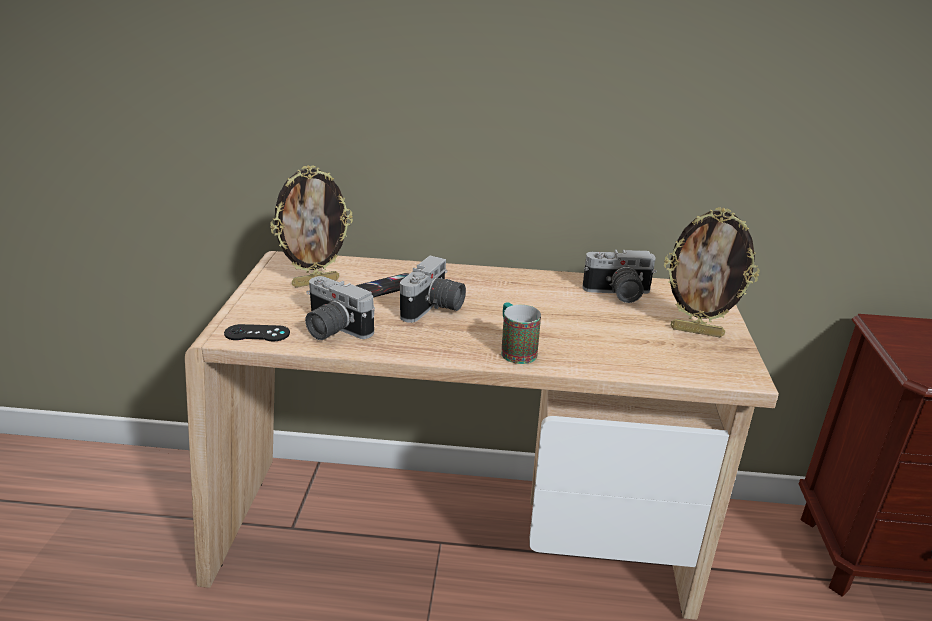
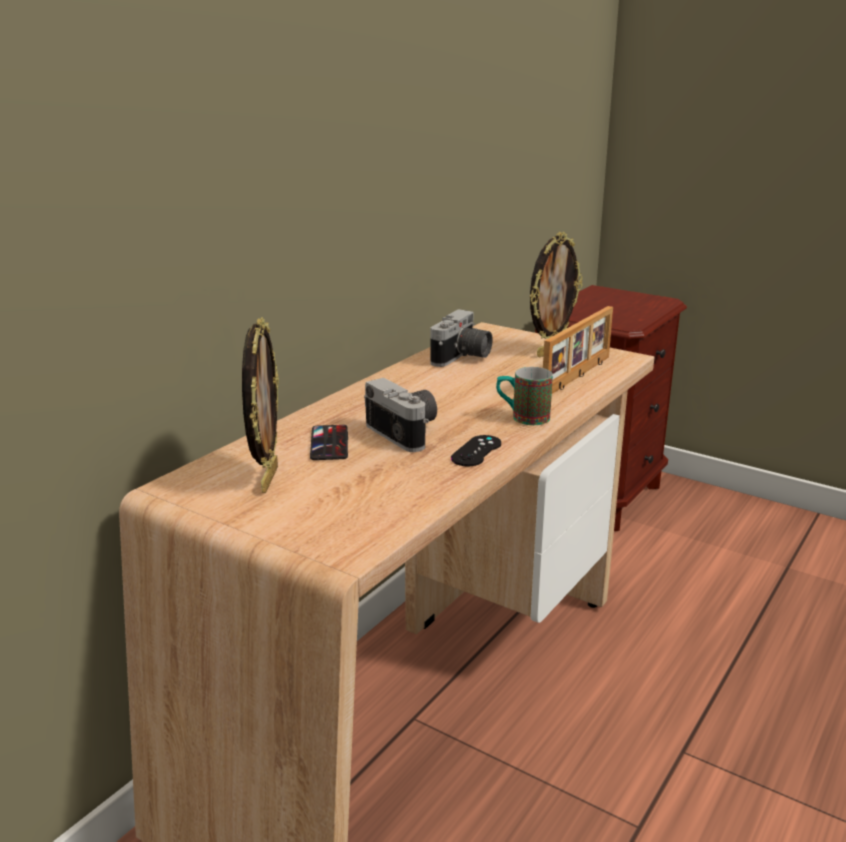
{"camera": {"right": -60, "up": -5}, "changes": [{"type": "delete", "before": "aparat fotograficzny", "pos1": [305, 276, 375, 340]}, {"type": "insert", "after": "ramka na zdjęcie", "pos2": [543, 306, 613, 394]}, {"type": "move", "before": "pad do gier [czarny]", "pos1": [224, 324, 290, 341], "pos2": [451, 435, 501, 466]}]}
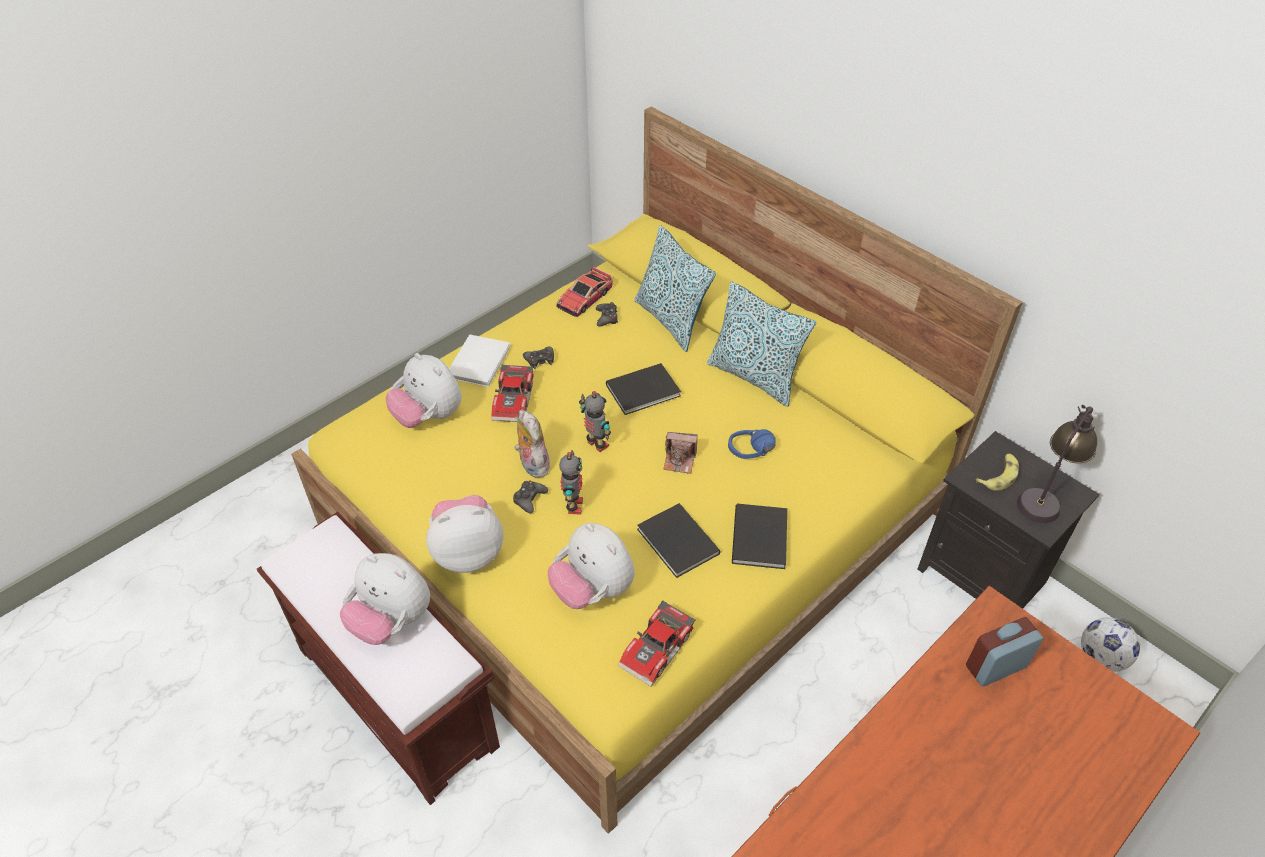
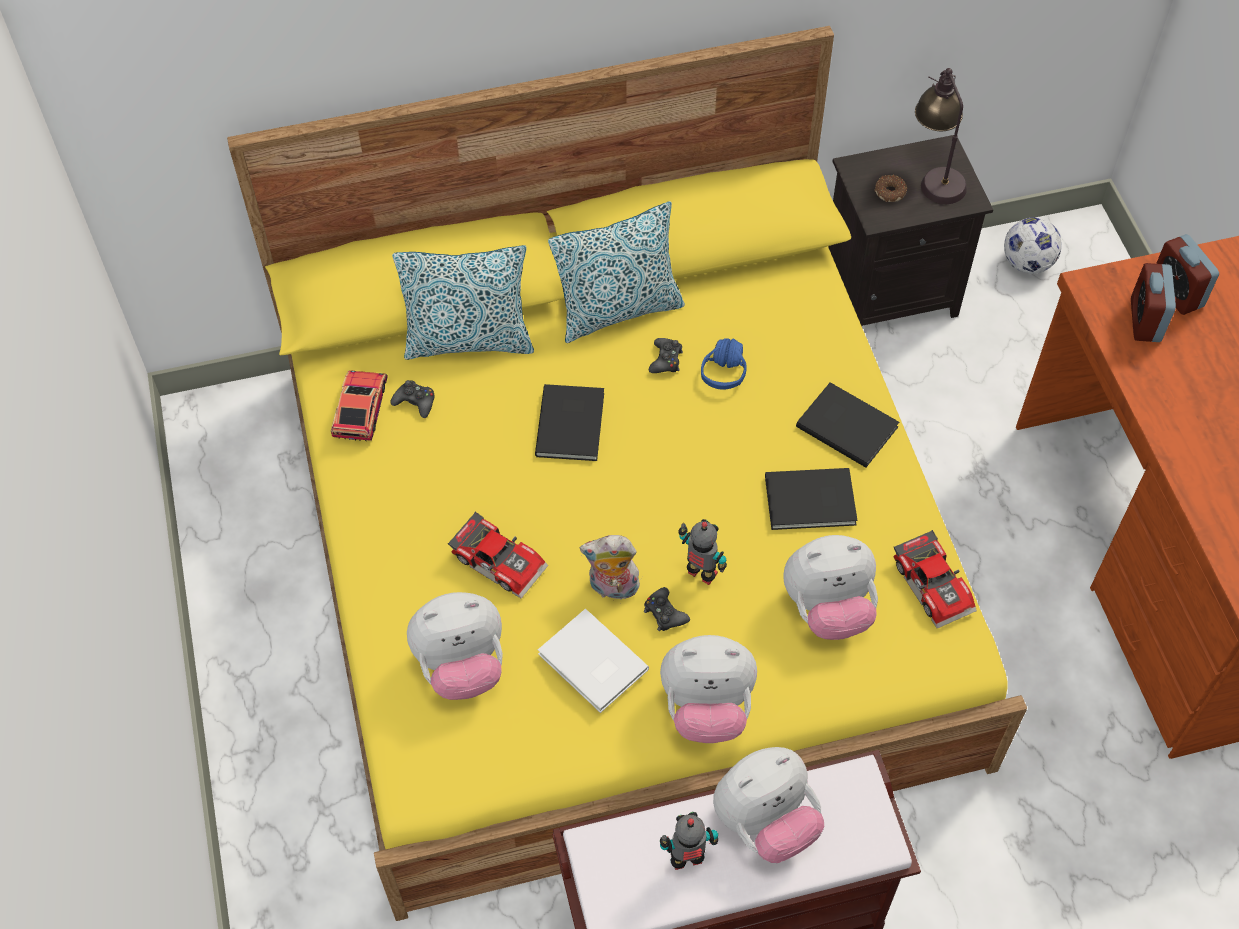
{"camera": {"right": -60, "up": 10}, "changes": [{"type": "delete", "before": "aparat fotograficzny", "pos1": [663, 432, 697, 474]}, {"type": "insert", "after": "budzik", "pos2": [1156, 234, 1219, 315]}, {"type": "move", "before": "książka [biały]", "pos1": [449, 334, 511, 387], "pos2": [538, 608, 649, 713]}, {"type": "move", "before": "pad do gier [czarny]", "pos1": [523, 346, 554, 369], "pos2": [649, 338, 683, 373]}, {"type": "move", "before": "robot zabawkowy", "pos1": [579, 391, 611, 452], "pos2": [660, 812, 718, 870]}, {"type": "replace", "before": "banan", "after": "donut", "pos1": [976, 453, 1019, 491], "pos2": [875, 175, 907, 202]}, {"type": "rotate", "before": "pluszak", "pos1": [426, 495, 503, 573], "pos2": [660, 635, 757, 743], "turn": -105}, {"type": "rotate", "before": "samochodzik", "pos1": [556, 267, 612, 317], "pos2": [331, 370, 388, 441], "turn": -150}]}
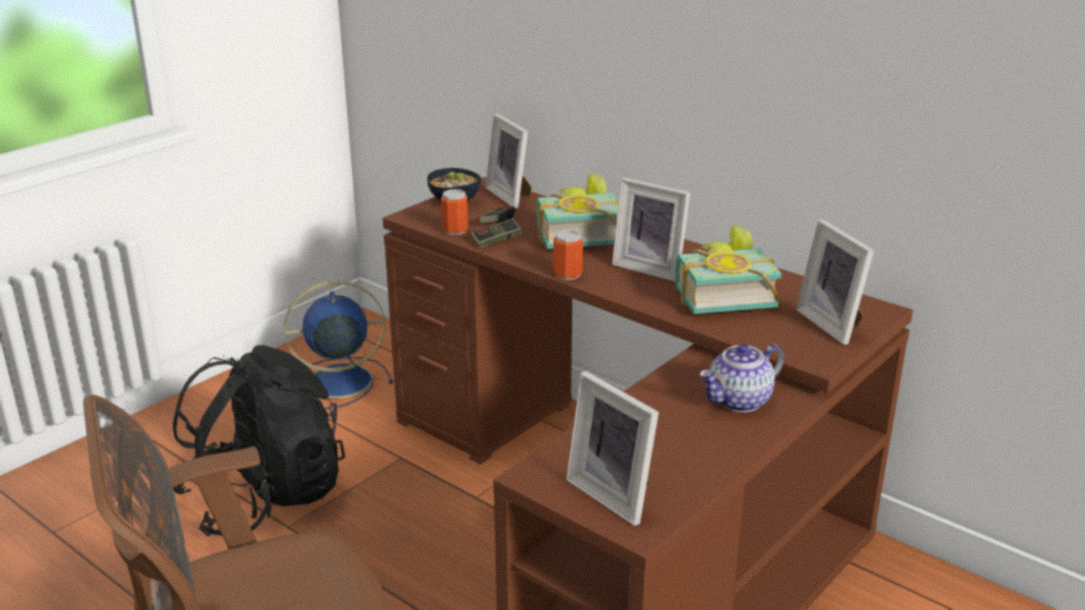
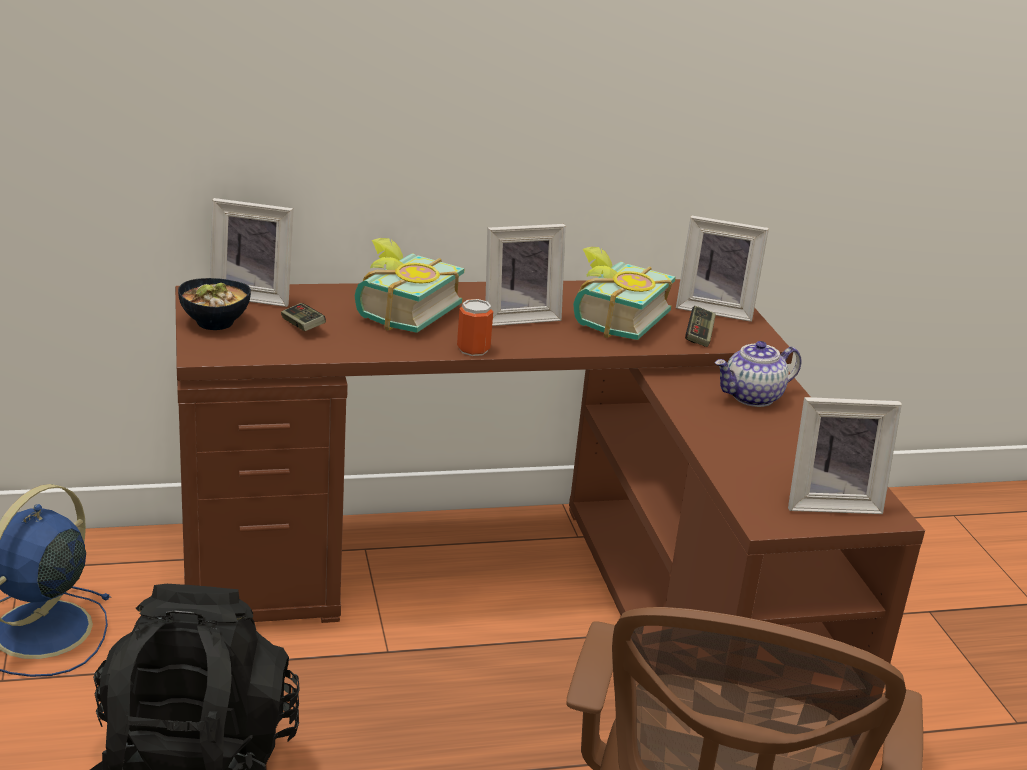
{"camera": {"right": -55, "up": 0}, "changes": [{"type": "delete", "before": "puszka", "pos1": [441, 189, 468, 235]}, {"type": "move", "before": "pad do gier", "pos1": [471, 218, 522, 248], "pos2": [685, 306, 716, 347]}, {"type": "rotate", "before": "imbryk", "pos1": [699, 344, 784, 412], "pos2": [715, 341, 801, 407], "turn": 60}]}
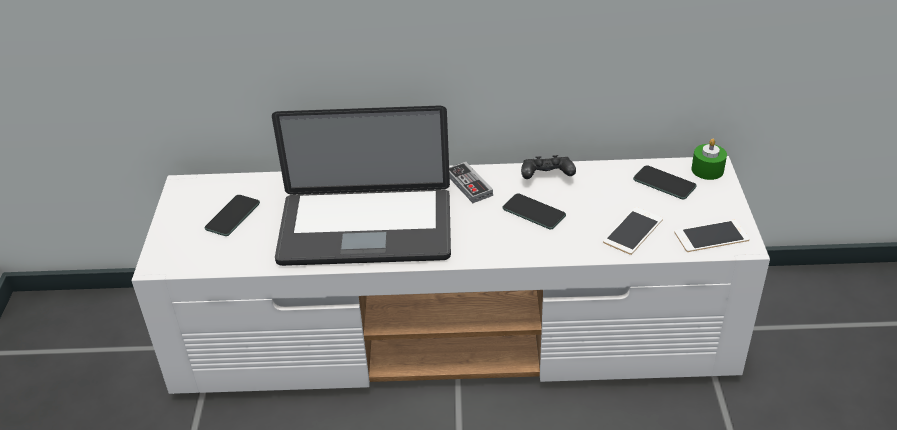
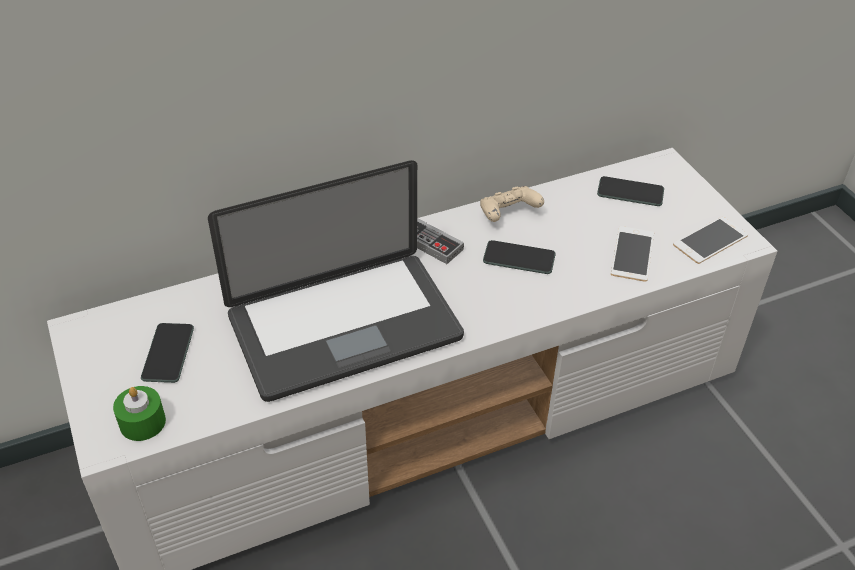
{"camera": {"right": -25, "up": 5}, "changes": [{"type": "move", "before": "świeca [zielony]", "pos1": [691, 139, 727, 180], "pos2": [113, 386, 166, 441]}, {"type": "recolor", "before": "pad do gier [czarny]", "after": "pad do gier [beżowy]", "pos1": [521, 155, 576, 179], "pos2": [480, 186, 544, 222]}]}
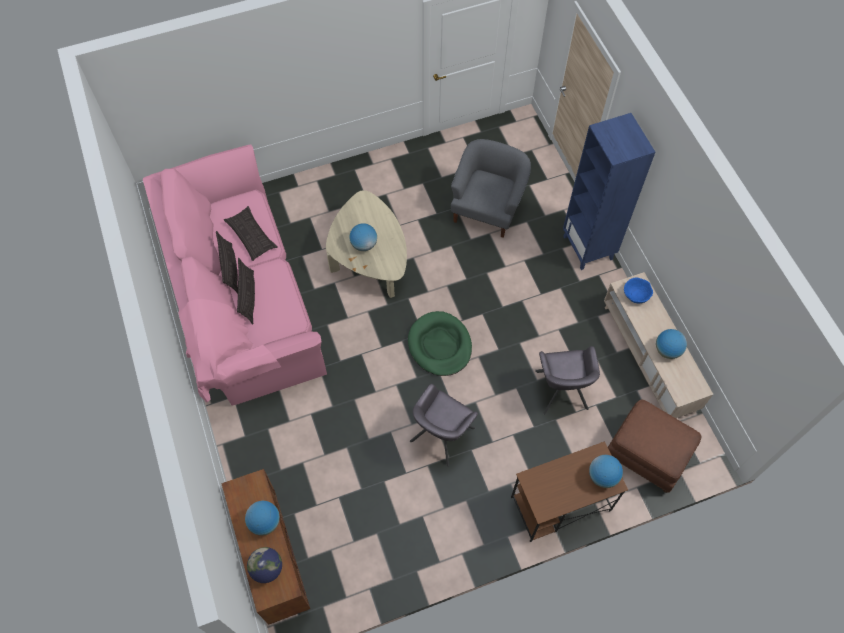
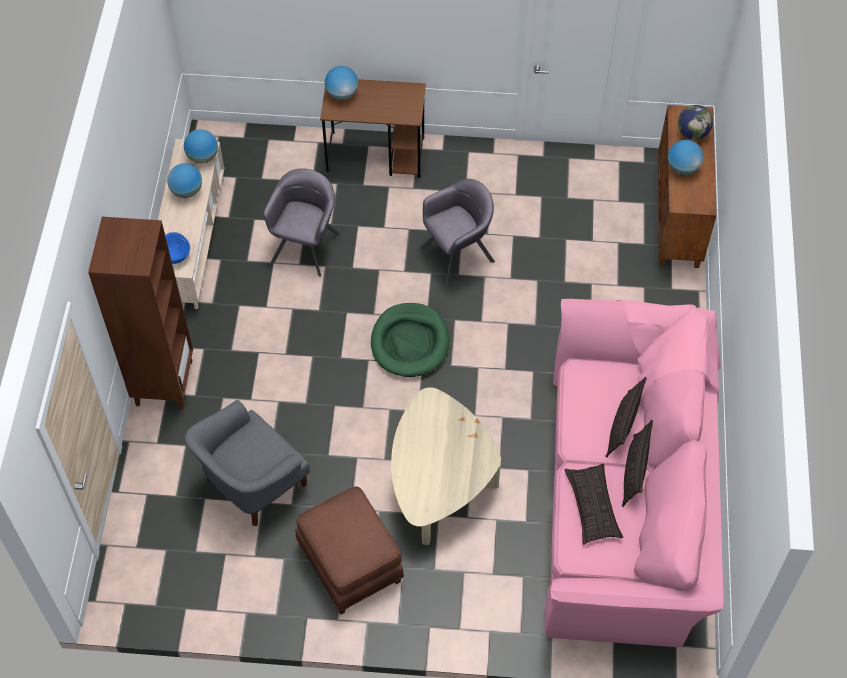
{"camera": {"right": -155, "up": -5}, "changes": [{"type": "move", "before": "globus", "pos1": [349, 223, 377, 251], "pos2": [184, 129, 218, 163]}, {"type": "move", "before": "pufa [brązowy]", "pos1": [608, 399, 701, 493], "pos2": [295, 486, 404, 614]}, {"type": "recolor", "before": "regał [niebieski]", "after": "regał [brązowy]", "pos1": [563, 113, 655, 270], "pos2": [88, 217, 193, 409]}]}
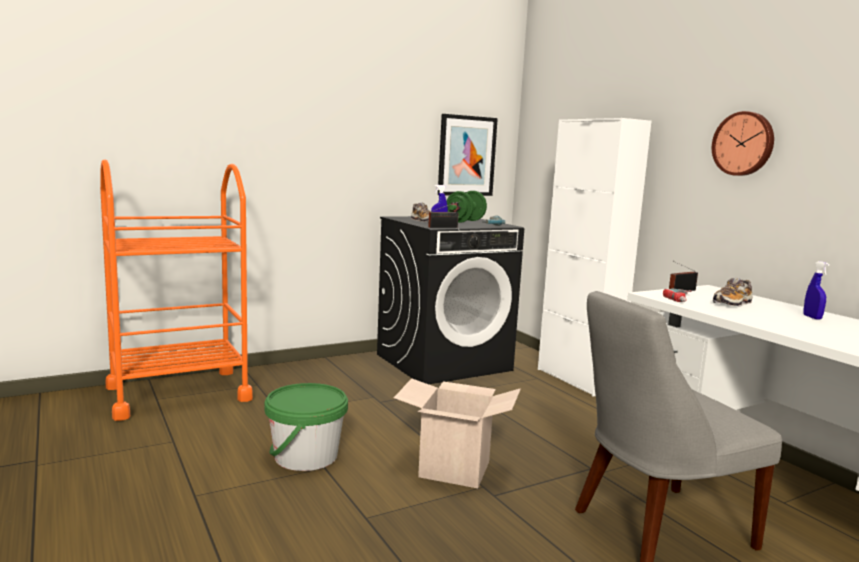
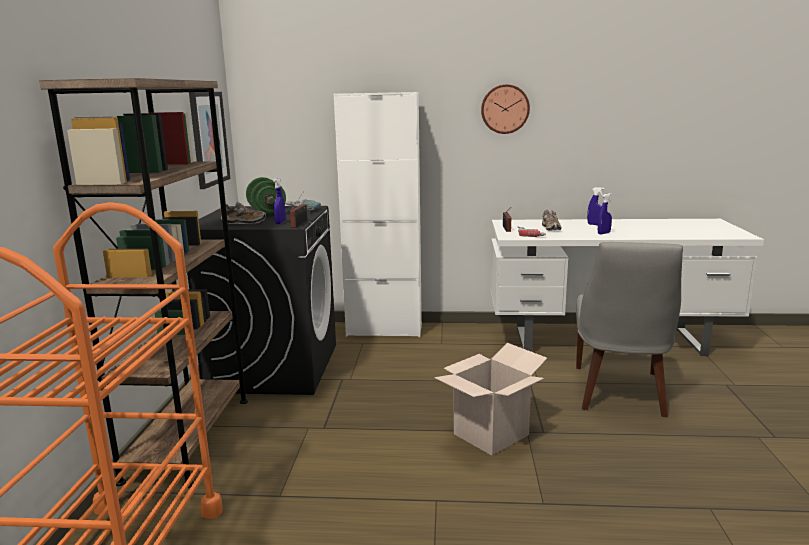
{"camera": {"right": -55, "up": 5}, "changes": [{"type": "delete", "before": "wiadro [zielony]", "pos1": [265, 383, 348, 471]}, {"type": "insert", "after": "regał [brązowy]", "pos2": [39, 78, 248, 488]}, {"type": "insert", "after": "spryskiwacz [niebieski]", "pos2": [598, 193, 612, 234]}]}
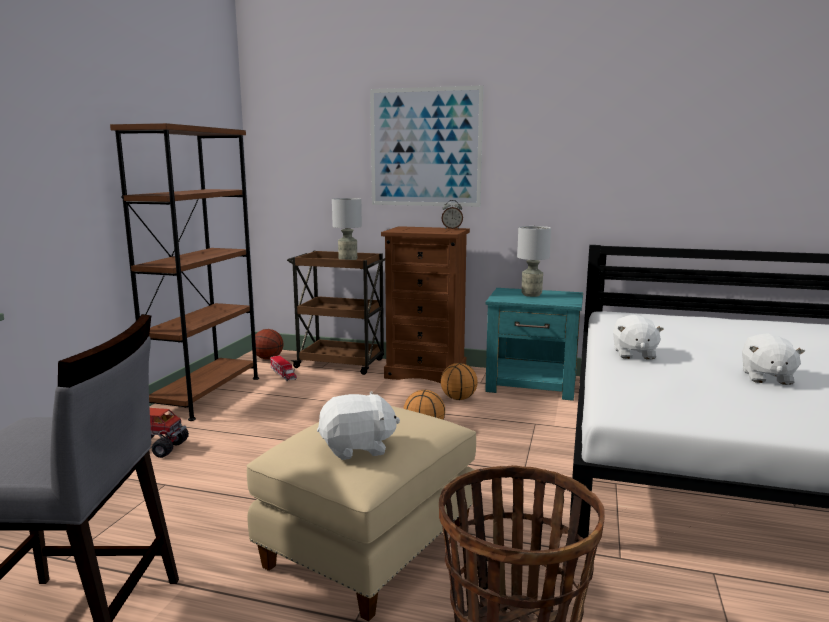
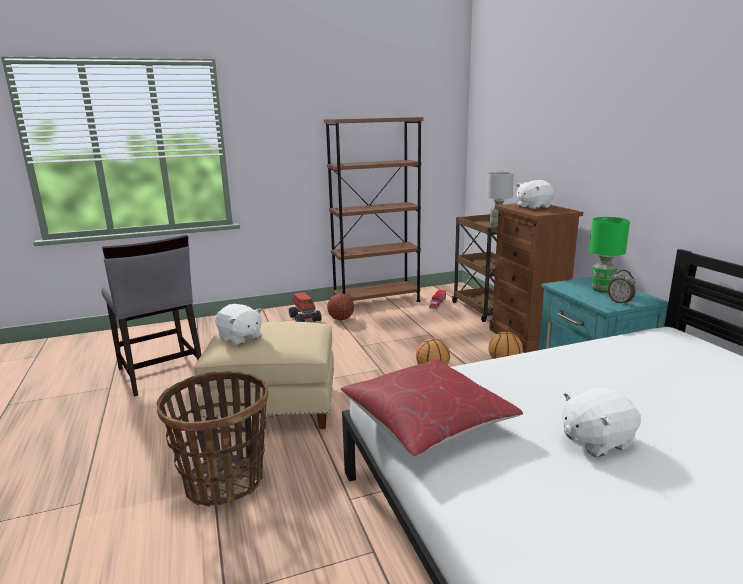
{"camera": {"right": 55, "up": 5}, "changes": [{"type": "delete", "before": "obraz", "pos1": [370, 86, 484, 207]}, {"type": "insert", "after": "poduszka [czerwony]", "pos2": [341, 359, 523, 457]}, {"type": "move", "before": "piłka do koszykówki", "pos1": [255, 329, 283, 360], "pos2": [327, 294, 354, 320]}, {"type": "move", "before": "budzik", "pos1": [442, 200, 463, 229], "pos2": [608, 270, 636, 305]}, {"type": "move", "before": "pluszak [biały]", "pos1": [613, 315, 664, 360], "pos2": [517, 180, 554, 210]}, {"type": "recolor", "before": "lampa stołowa [szary]", "after": "lampa stołowa [zielony]", "pos1": [517, 226, 551, 297], "pos2": [589, 217, 630, 293]}]}
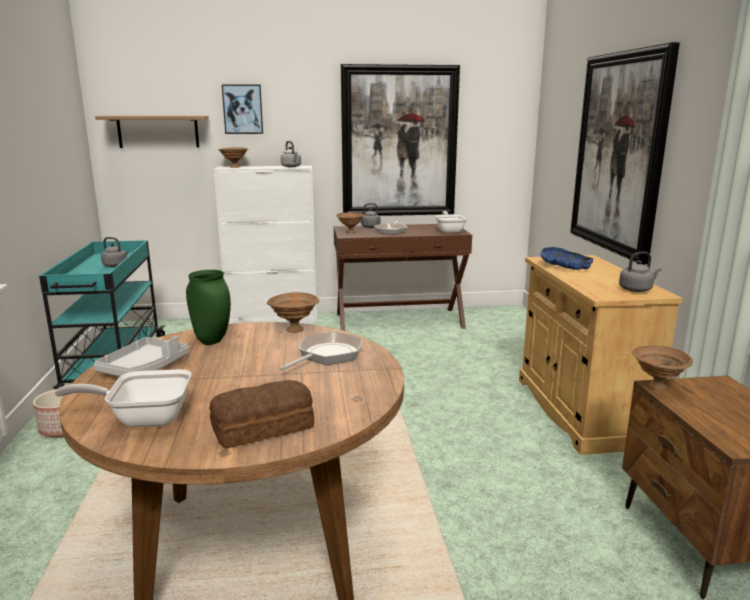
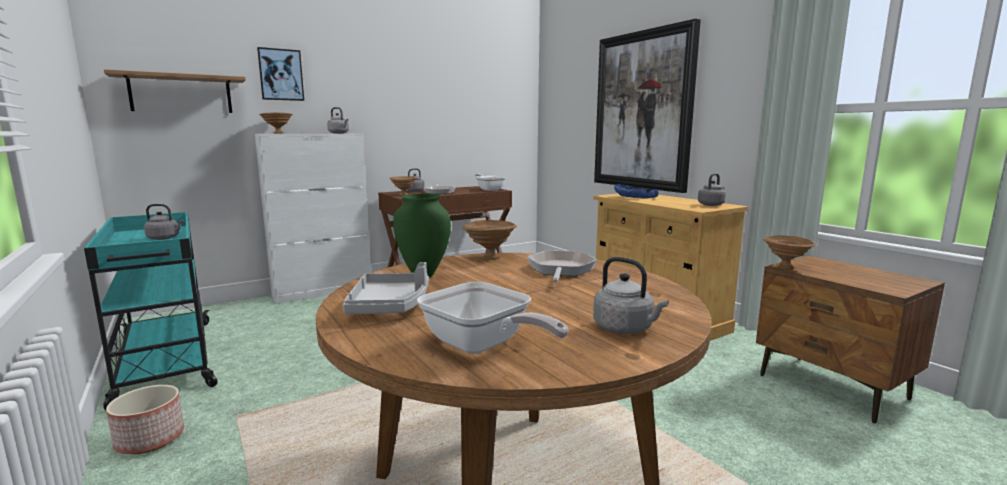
{"camera": {"right": -25, "up": -5}, "changes": [{"type": "delete", "before": "obraz", "pos1": [341, 64, 460, 216]}, {"type": "replace", "before": "chleb", "after": "czajnik [szary]", "pos1": [210, 380, 314, 449], "pos2": [593, 257, 669, 334]}, {"type": "rotate", "before": "patelnia", "pos1": [55, 369, 191, 428], "pos2": [417, 282, 569, 354], "turn": -105}]}
